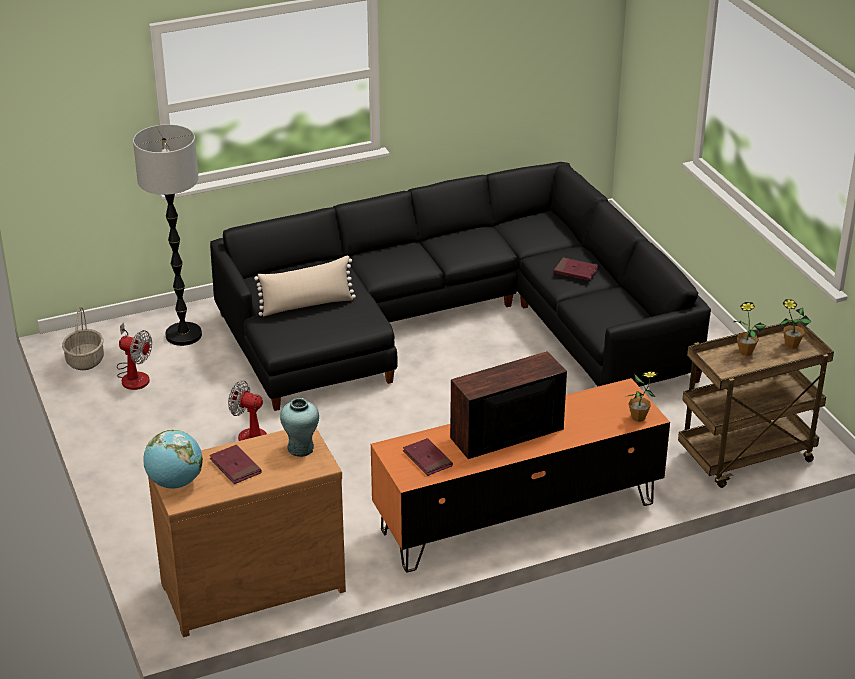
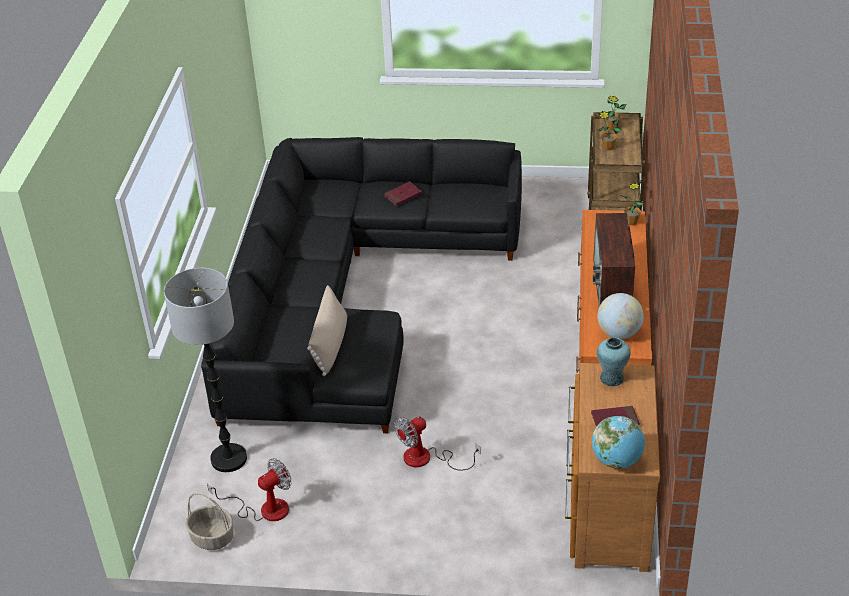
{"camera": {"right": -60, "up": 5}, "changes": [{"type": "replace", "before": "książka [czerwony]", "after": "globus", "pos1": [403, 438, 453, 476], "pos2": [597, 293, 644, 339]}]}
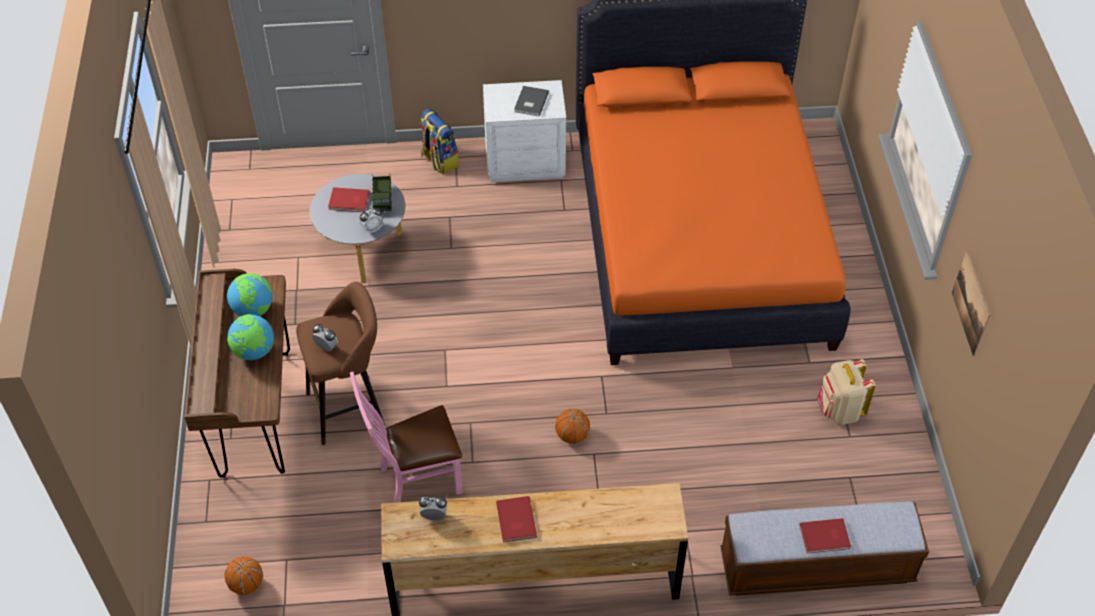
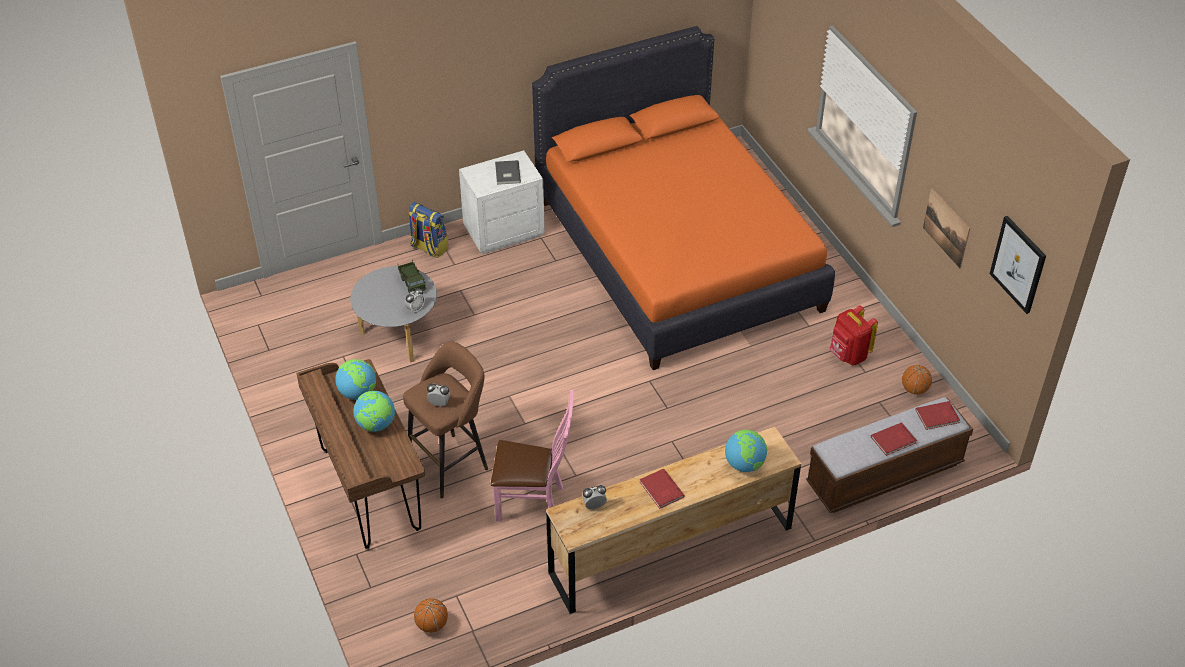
{"camera": {"right": -20, "up": -5}, "changes": [{"type": "insert", "after": "globus", "pos2": [725, 430, 767, 472]}, {"type": "insert", "after": "obraz", "pos2": [990, 216, 1046, 314]}, {"type": "move", "before": "książka [czerwony]", "pos1": [328, 187, 370, 212], "pos2": [916, 401, 960, 430]}, {"type": "move", "before": "piłka do koszykówki", "pos1": [555, 409, 590, 444], "pos2": [902, 365, 932, 395]}, {"type": "recolor", "before": "plecak [beżowy]", "after": "plecak [czerwony]", "pos1": [817, 359, 876, 425], "pos2": [829, 305, 878, 366]}, {"type": "rotate", "before": "krzesło [różowy]", "pos1": [350, 372, 463, 503], "pos2": [491, 390, 574, 522], "turn": -135}]}
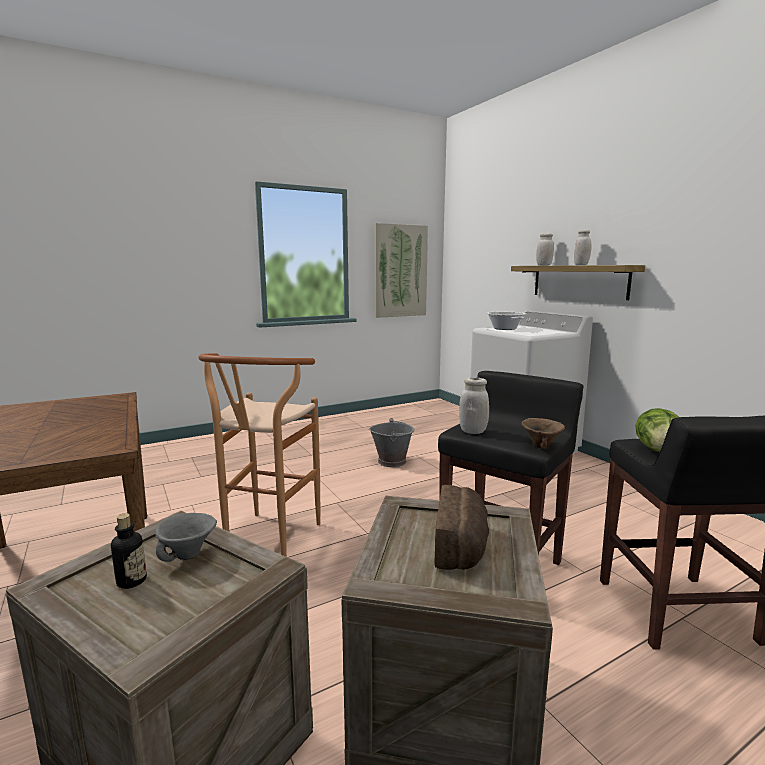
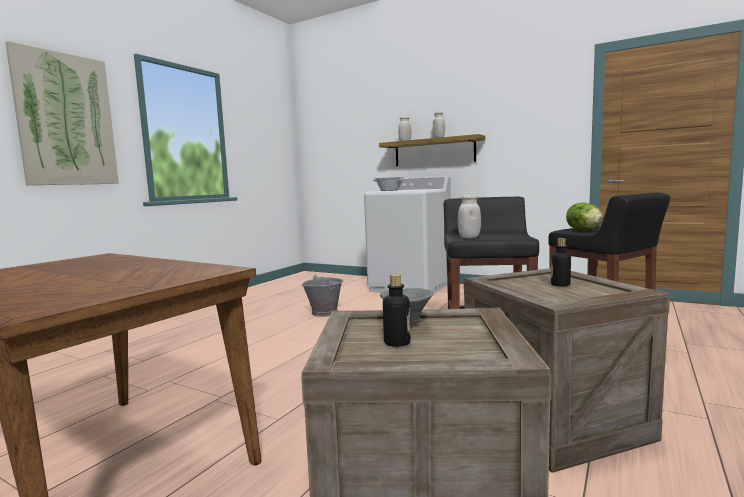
{"camera": {"right": -30, "up": -5}, "changes": [{"type": "delete", "before": "stołek [brązowy]", "pos1": [199, 353, 320, 557]}, {"type": "delete", "before": "miska [brązowy]", "pos1": [522, 418, 565, 449]}, {"type": "move", "before": "obraz", "pos1": [374, 223, 428, 318], "pos2": [5, 41, 119, 185]}, {"type": "replace", "before": "chleb", "after": "butelka", "pos1": [435, 485, 489, 570], "pos2": [551, 238, 571, 287]}]}
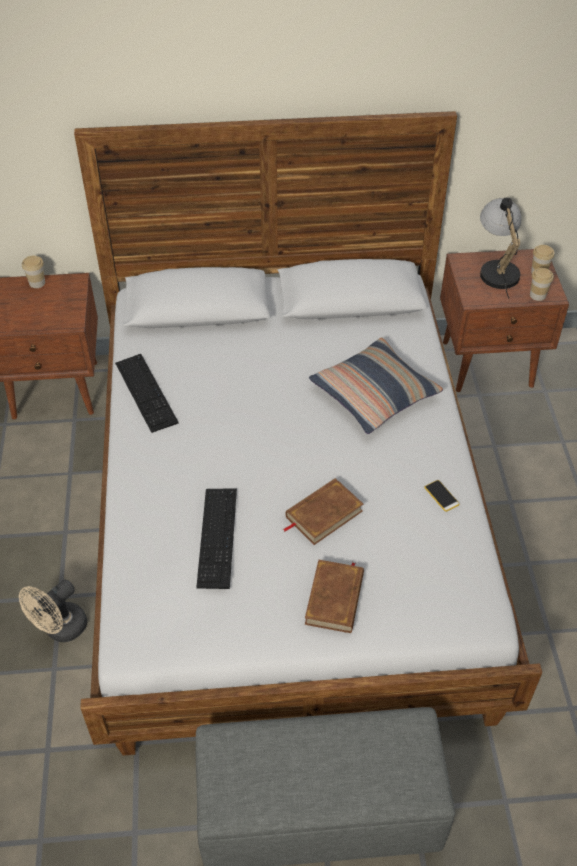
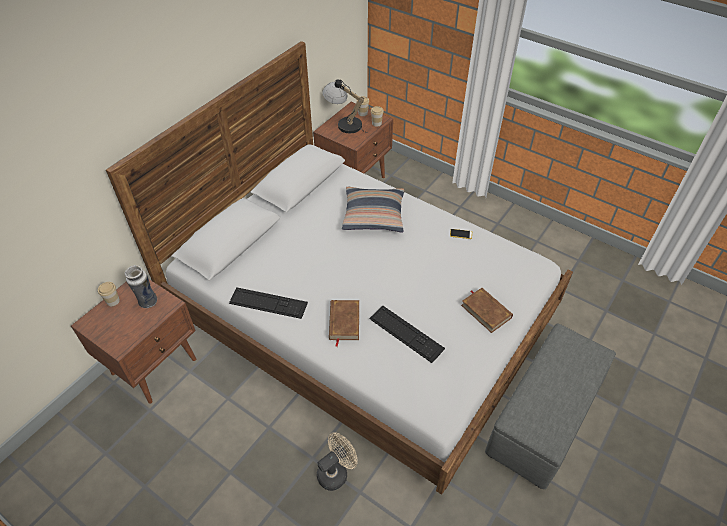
{"camera": {"right": -50, "up": 0}, "changes": [{"type": "insert", "after": "wazon", "pos2": [125, 265, 157, 308]}, {"type": "move", "before": "książka [brązowy]", "pos1": [283, 478, 363, 545], "pos2": [329, 300, 359, 347]}, {"type": "rotate", "before": "wentylator [beżowy]", "pos1": [19, 579, 87, 642], "pos2": [317, 432, 358, 491], "turn": -120}]}
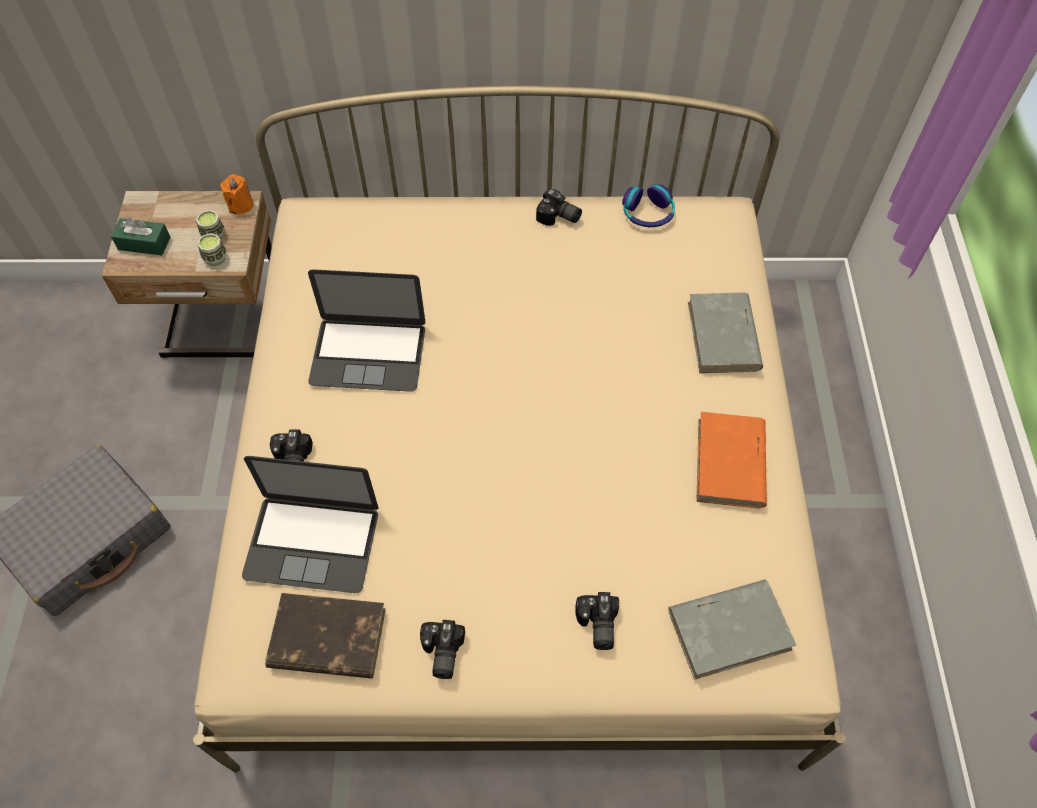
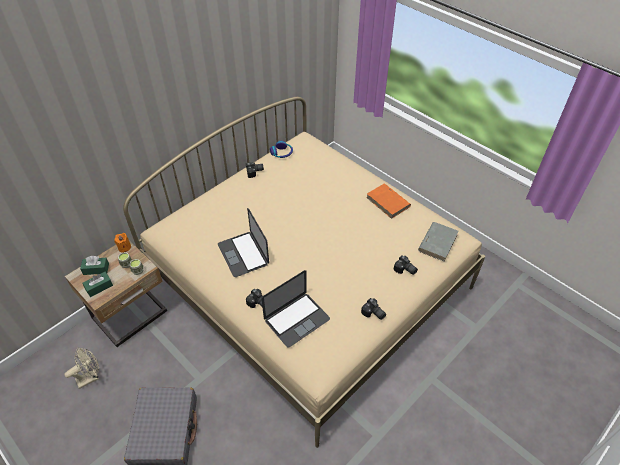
{"camera": {"right": -45, "up": -10}, "changes": [{"type": "delete", "before": "książka [brązowy]", "pos1": [265, 593, 386, 679]}, {"type": "delete", "before": "książka [szary]", "pos1": [688, 292, 763, 373]}, {"type": "insert", "after": "wentylator [beżowy]", "pos2": [64, 348, 99, 389]}, {"type": "insert", "after": "pudełko chusteczek [zielony]", "pos2": [80, 256, 109, 275]}, {"type": "rotate", "before": "laptop", "pos1": [308, 269, 425, 392], "pos2": [218, 208, 269, 277], "turn": 105}]}
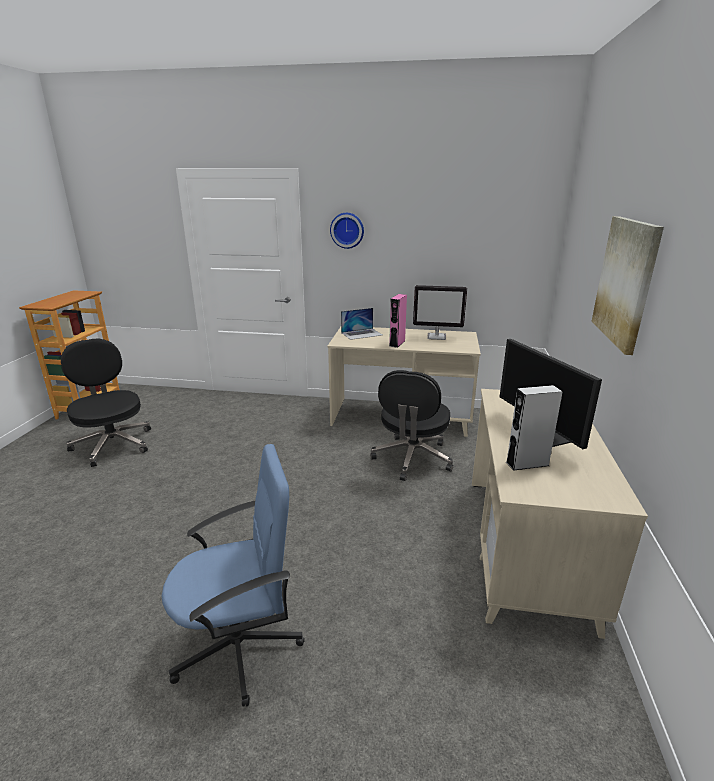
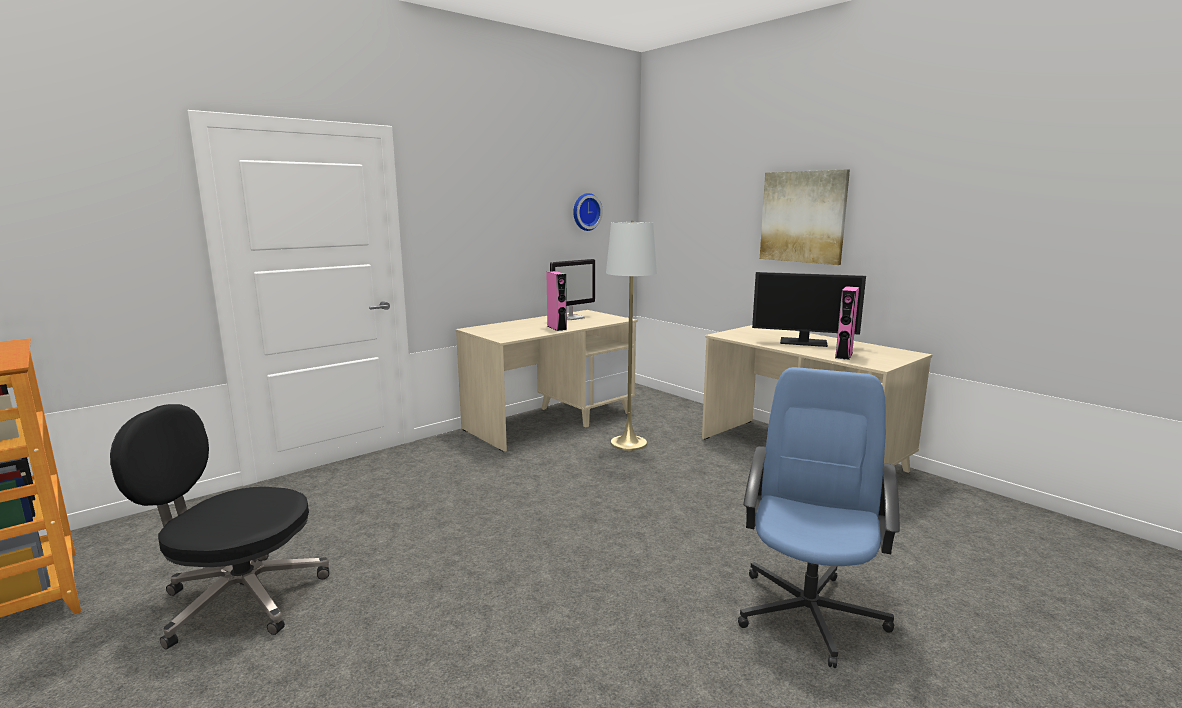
{"camera": {"right": -50, "up": -10}, "changes": [{"type": "delete", "before": "laptop", "pos1": [341, 308, 382, 340]}, {"type": "move", "before": "zegar ścienny", "pos1": [330, 213, 364, 249], "pos2": [573, 193, 603, 231]}, {"type": "replace", "before": "krzesło biurowe [czarny]", "after": "lampa stojąca [biały]", "pos1": [370, 370, 453, 481], "pos2": [606, 221, 657, 451]}, {"type": "recolor", "before": "głośnik [szary]", "after": "głośnik [różowy]", "pos1": [506, 385, 563, 471], "pos2": [835, 286, 859, 360]}]}
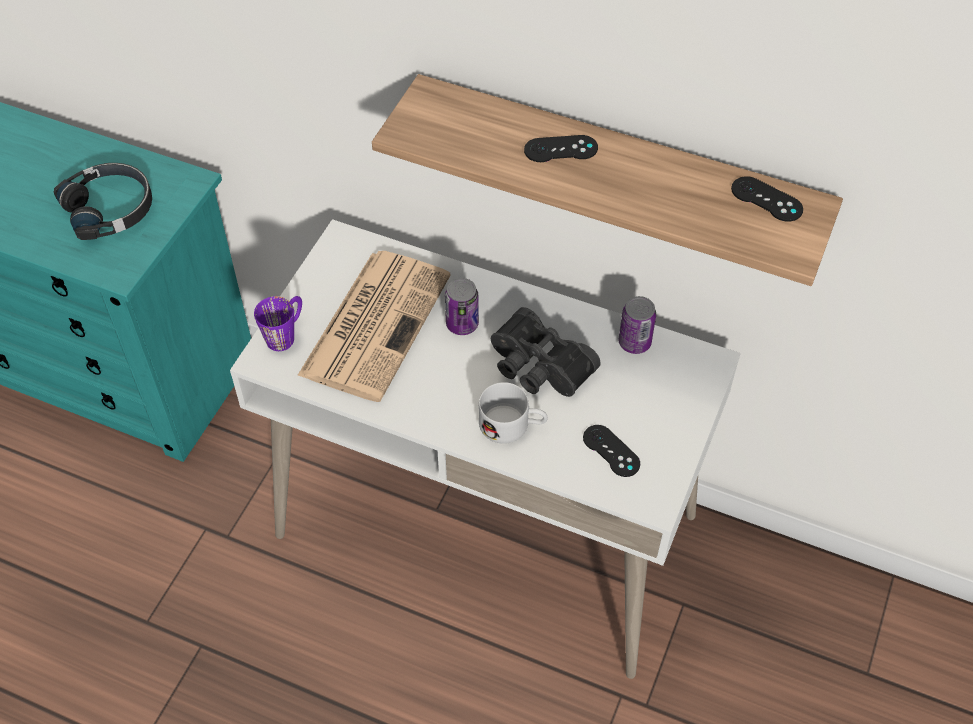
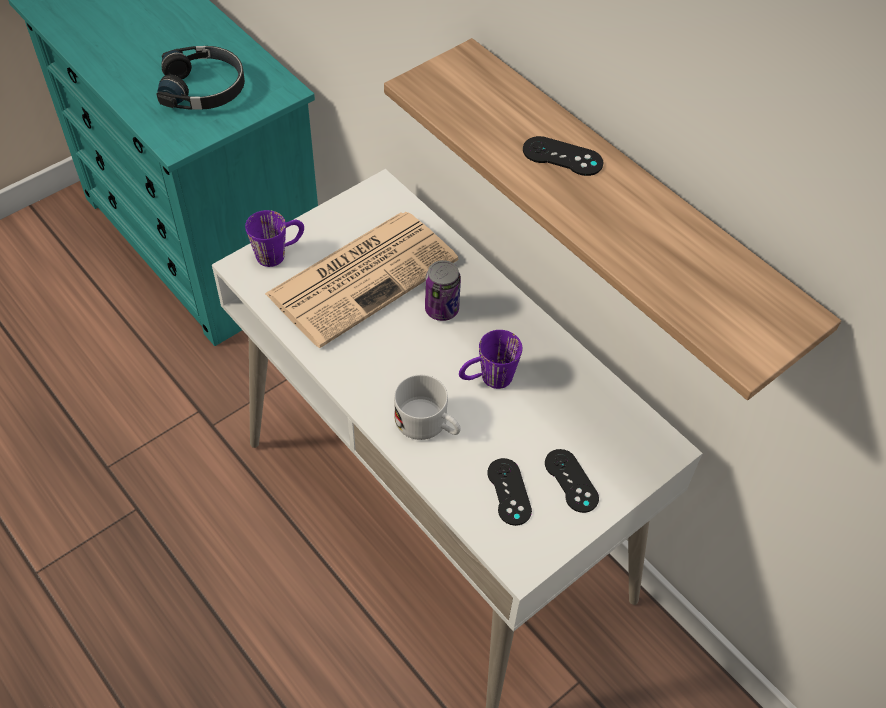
{"camera": {"right": 25, "up": 0}, "changes": [{"type": "delete", "before": "puszka", "pos1": [618, 296, 656, 354]}, {"type": "move", "before": "pad do gier [czarny]", "pos1": [731, 176, 803, 222], "pos2": [545, 449, 599, 513]}, {"type": "replace", "before": "lornetka [czarny]", "after": "kubek [fioletowy]", "pos1": [491, 307, 601, 397], "pos2": [459, 330, 522, 389]}]}
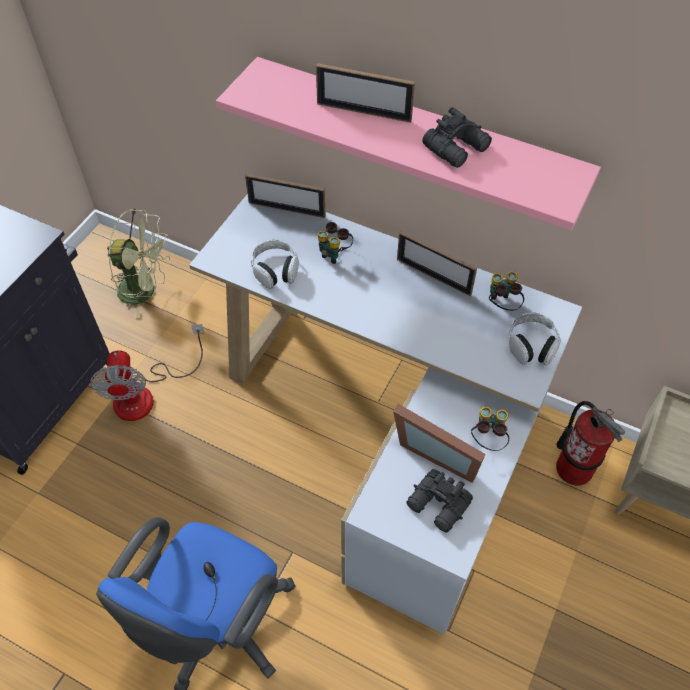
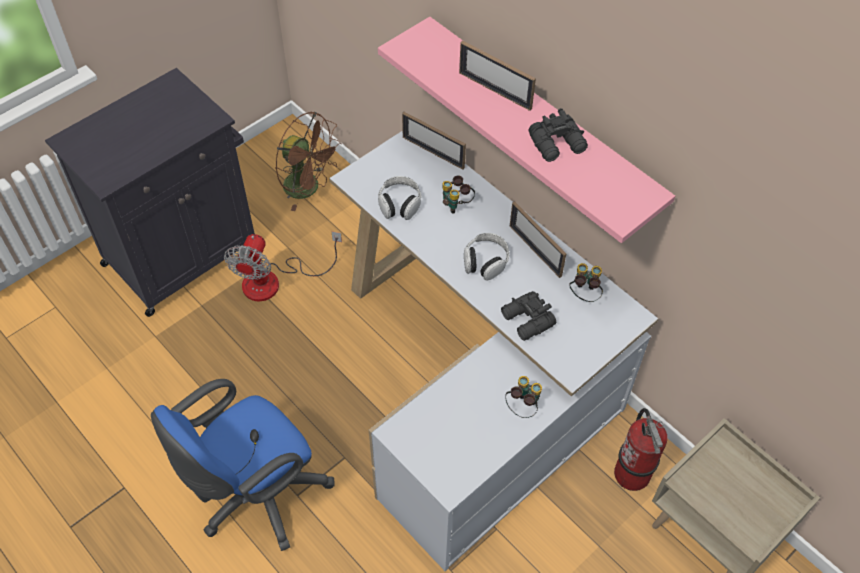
{"camera": {"right": 20, "up": 0}, "changes": [{"type": "delete", "before": "ramka na zdjęcie", "pos1": [393, 404, 486, 483]}, {"type": "move", "before": "lornetka [czarny]", "pos1": [406, 469, 473, 533], "pos2": [501, 291, 556, 341]}, {"type": "move", "before": "słuchawki", "pos1": [509, 312, 561, 366], "pos2": [464, 233, 509, 280]}, {"type": "recolor", "before": "wentylator [zielony]", "after": "wentylator [brązowy]", "pos1": [107, 209, 170, 318], "pos2": [275, 112, 342, 211]}]}
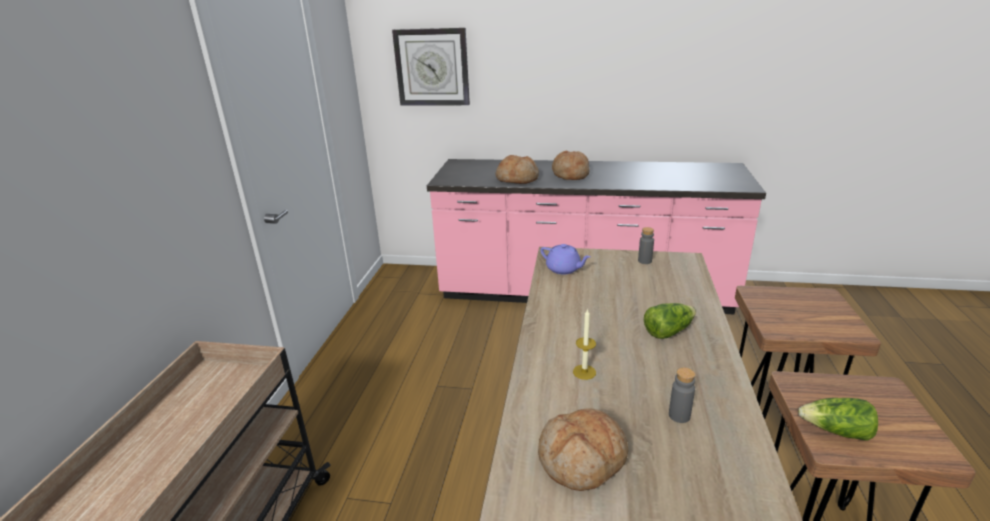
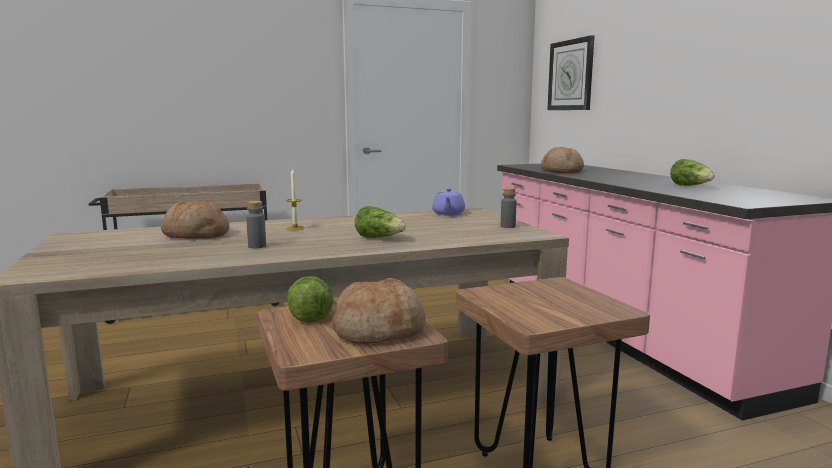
{"camera": {"right": 60, "up": -15}, "changes": [{"type": "insert", "after": "sałata", "pos2": [670, 159, 715, 186]}, {"type": "move", "before": "chleb", "pos1": [552, 150, 590, 180], "pos2": [332, 278, 425, 344]}]}
